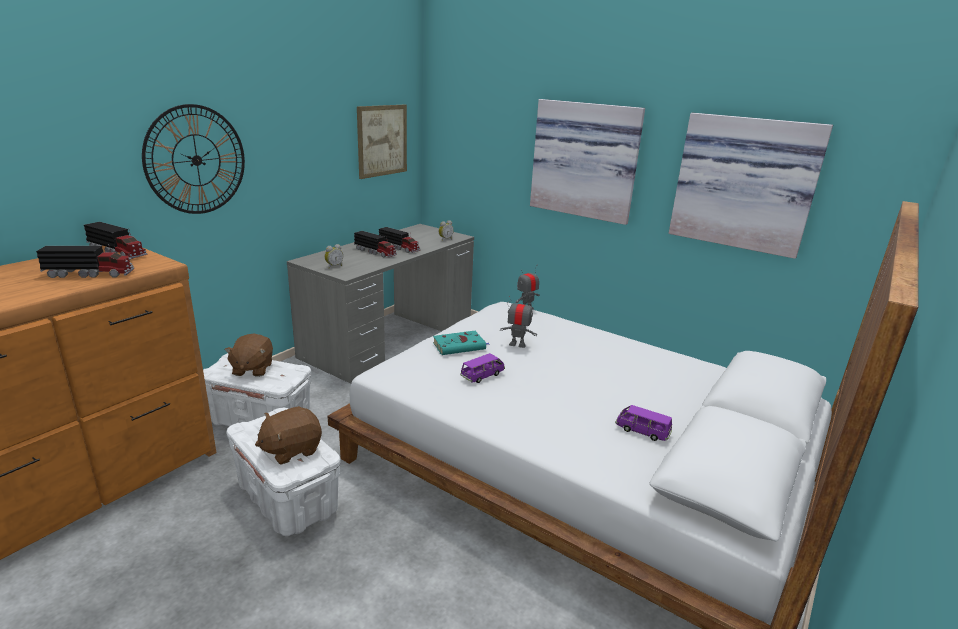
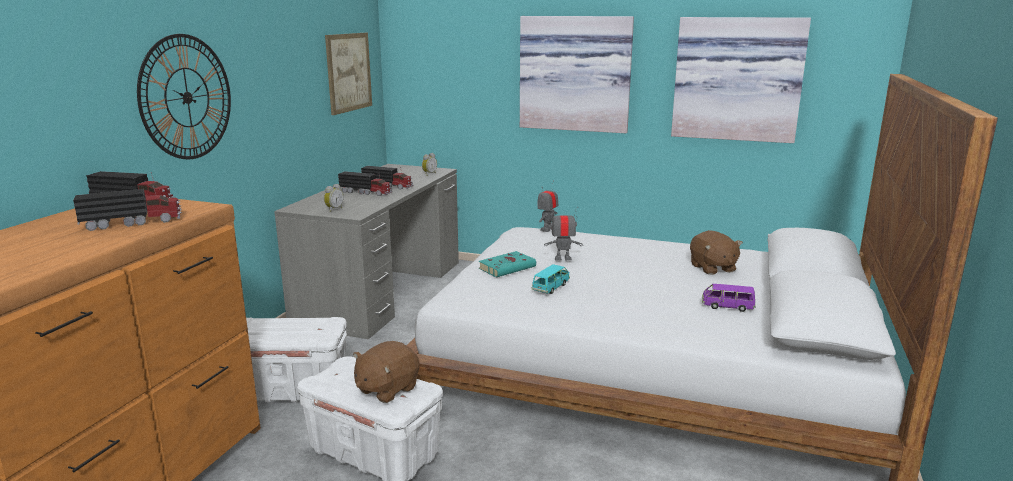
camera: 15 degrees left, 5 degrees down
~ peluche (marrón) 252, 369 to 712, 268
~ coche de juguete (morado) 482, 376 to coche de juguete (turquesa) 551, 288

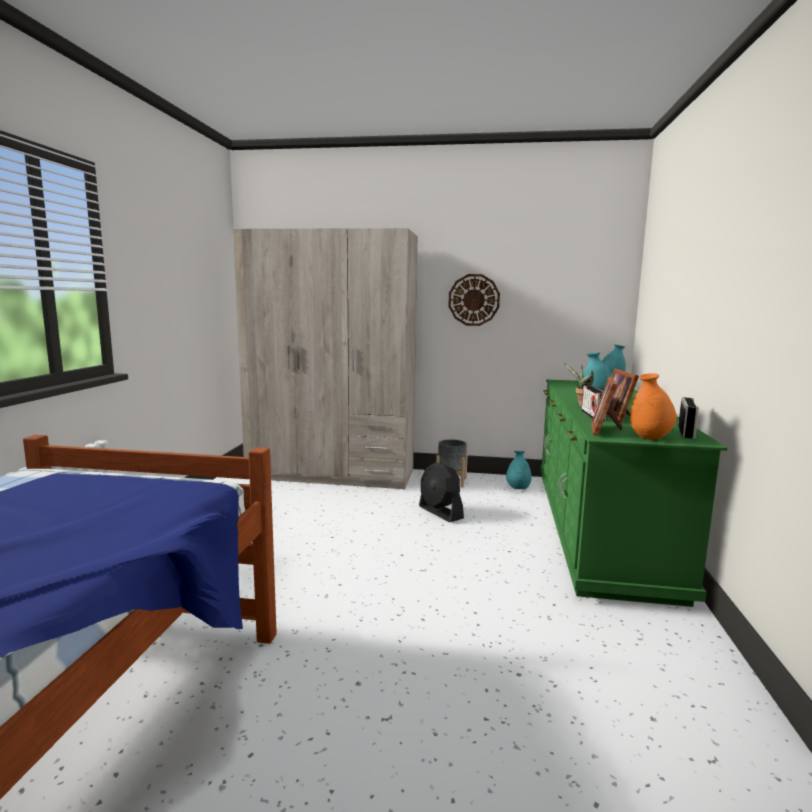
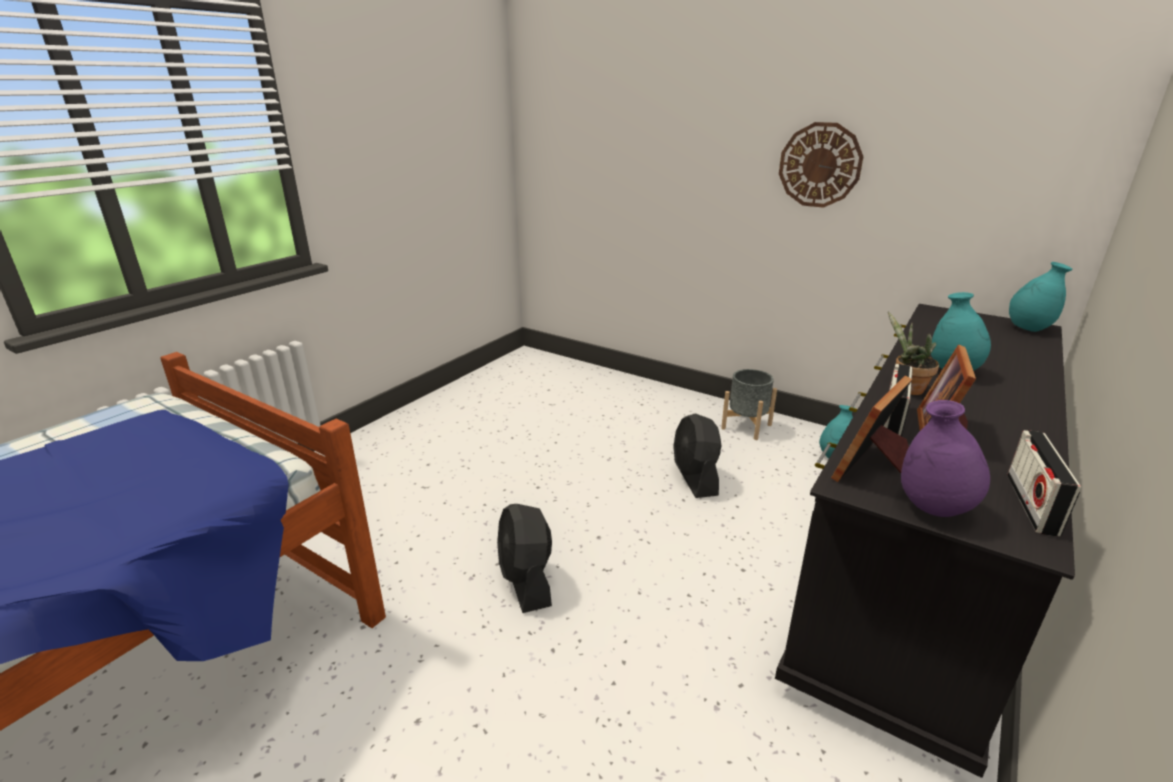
camera: 25 degrees right, 15 degrees up
- armario ropero (beis) 332, 474
~ cómoda (verde) 598, 528 to cómoda (negro) 913, 563
~ florero (naranja) 650, 438 to florero (morado) 933, 509
~ radio 686, 432 = 1031, 504 150 degrees clockwise
+ ventilador (negro) 526, 580

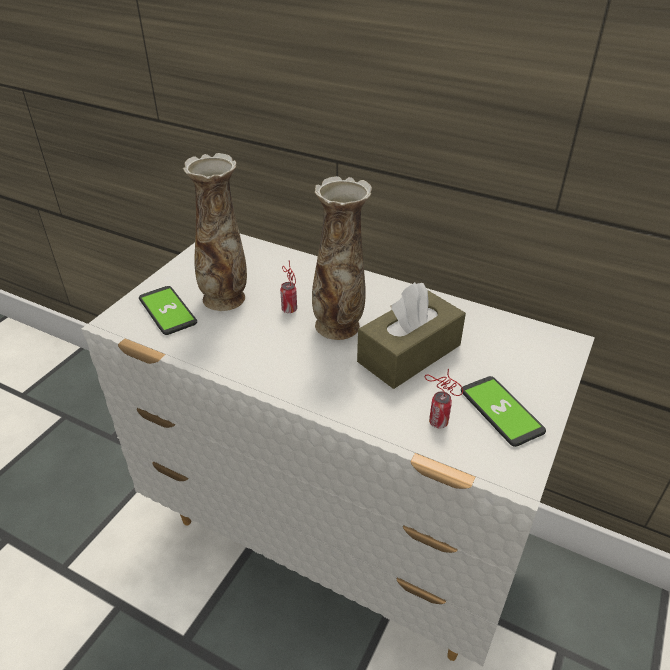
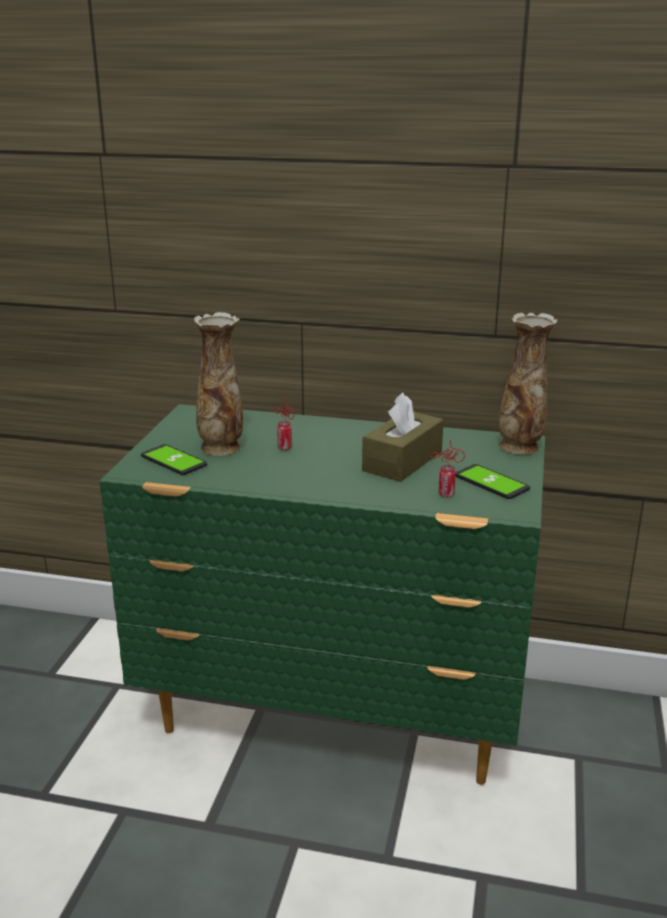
camera: 15 degrees left, 15 degrees down
~ cómoda (blanco) 337, 540 to cómoda (verde) 336, 716
~ florero 339, 326 to 520, 446

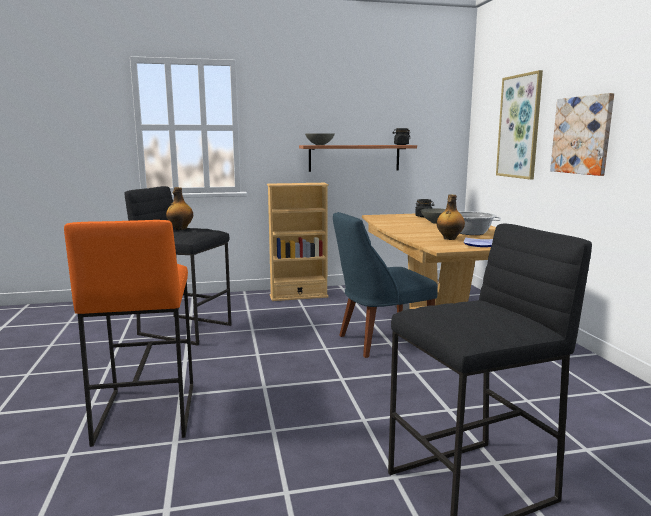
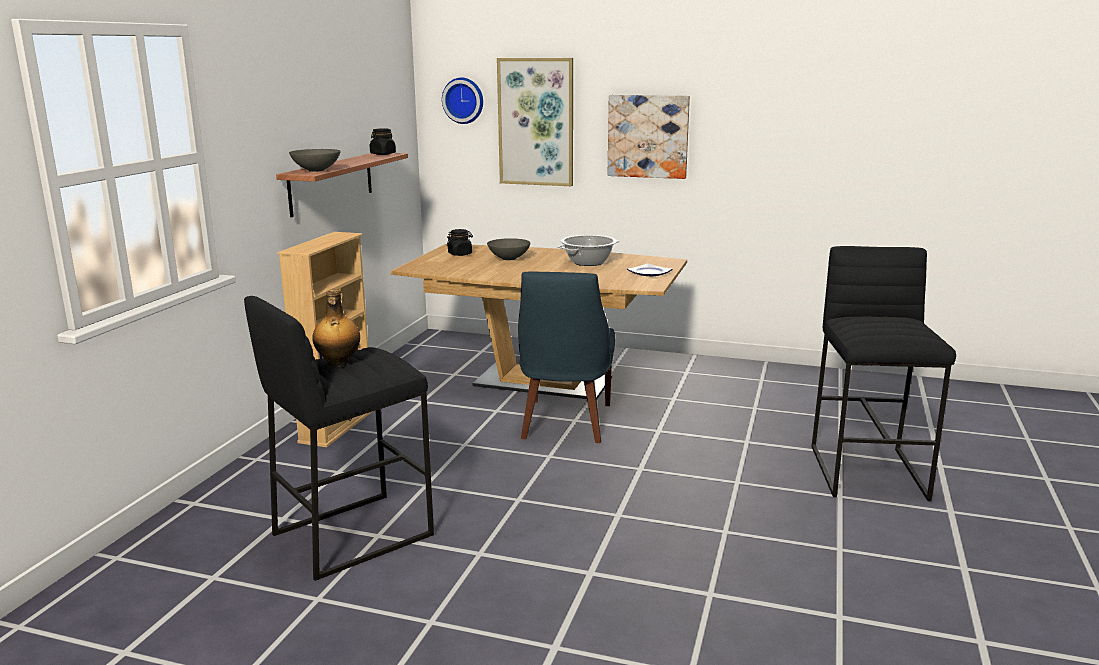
camera: 60 degrees left, 5 degrees up
- taburete (naranja) 145, 413
- botella 449, 238
+ reloj de pared 464, 100

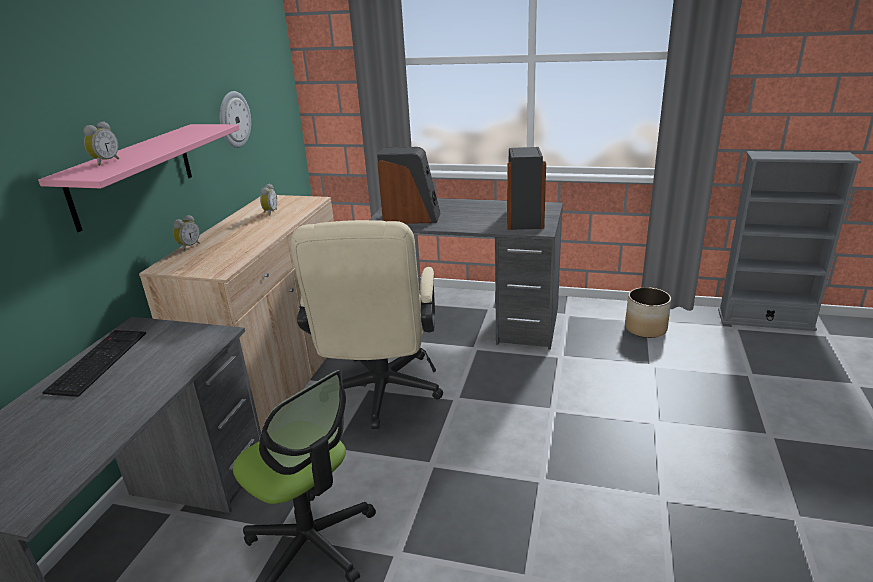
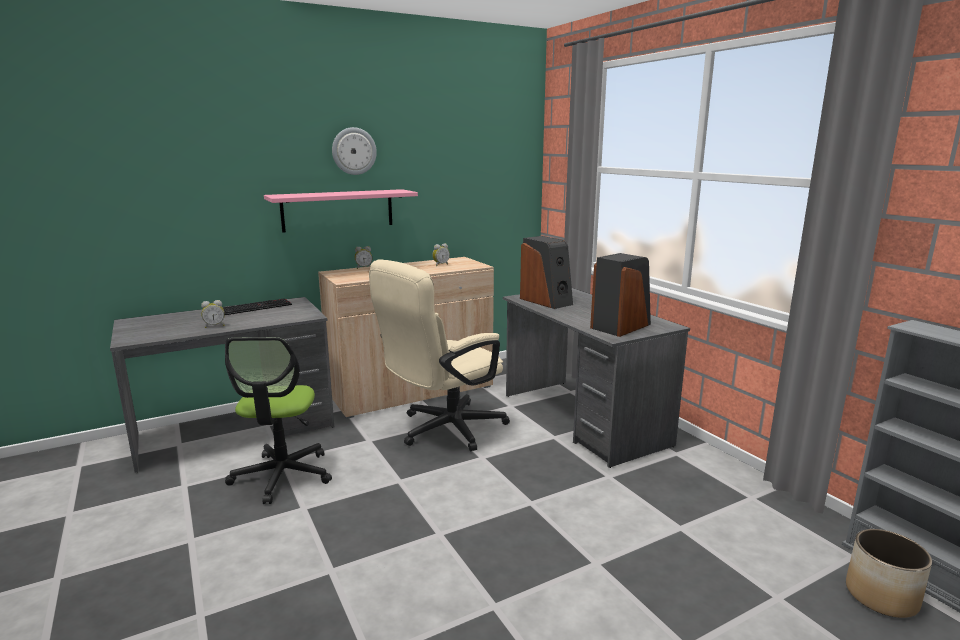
camera: 45 degrees right, 10 degrees down
~ despertador 105, 162 to 214, 326
~ reloj de pared 234, 119 to 354, 151
~ maceta 646, 328 to 882, 596

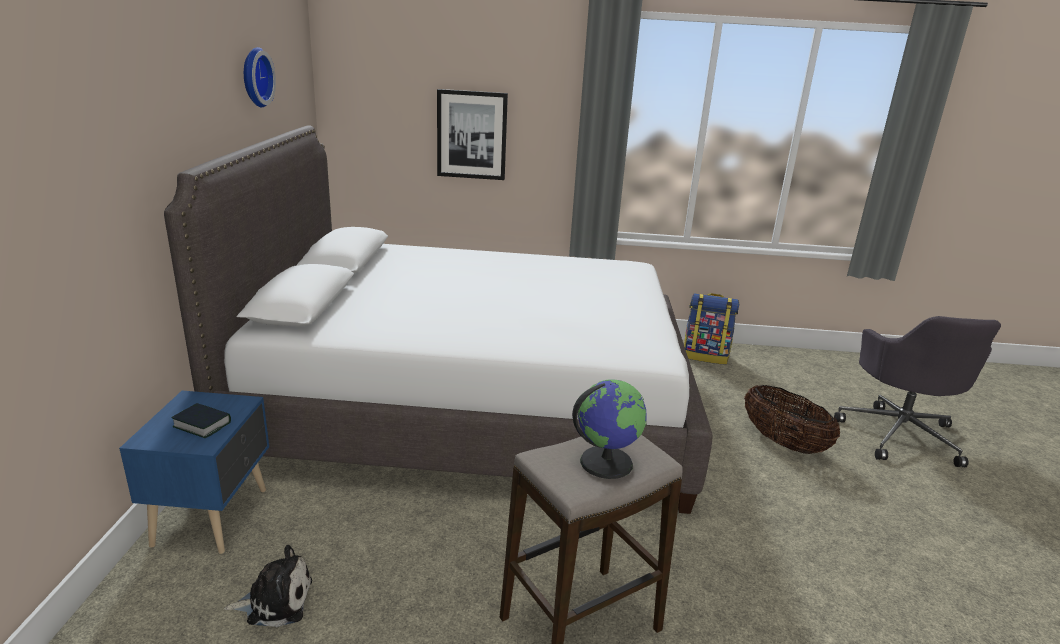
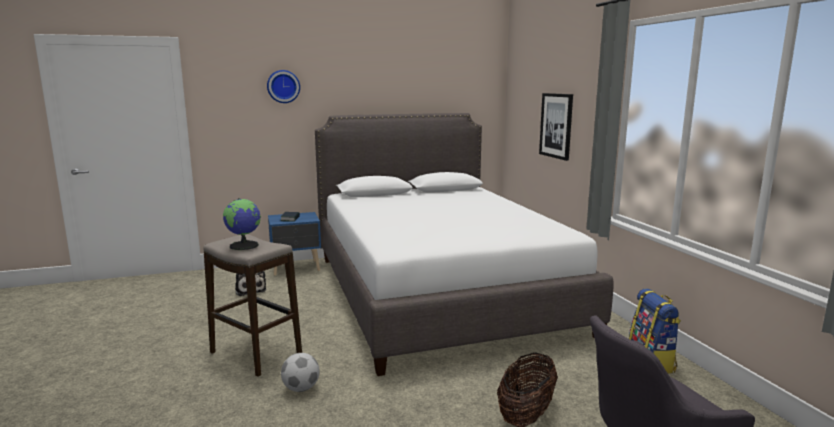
camera: 70 degrees right, 10 degrees down
~ reloj de pared 254, 77 to 283, 86
+ balón de fútbol 301, 389

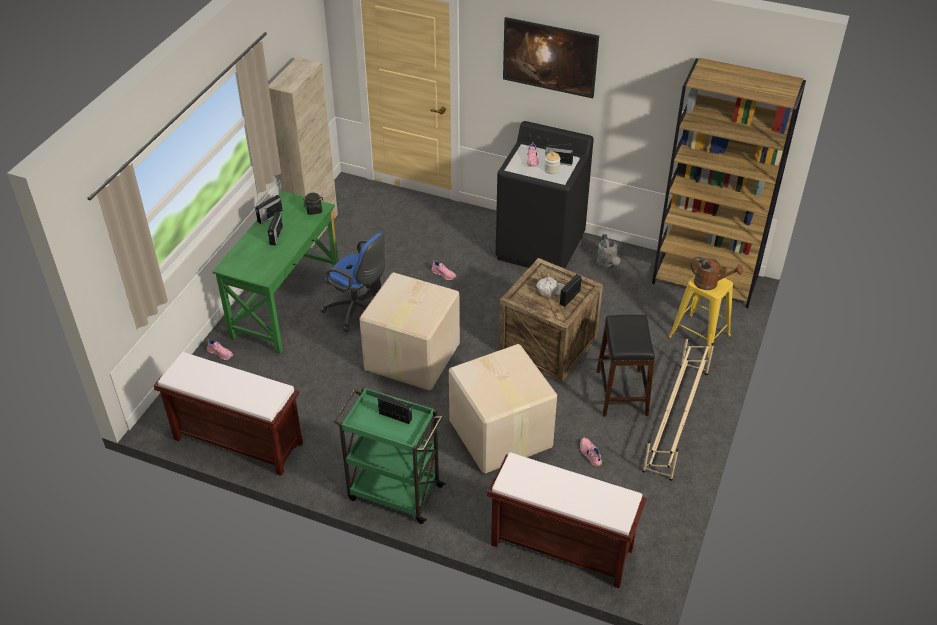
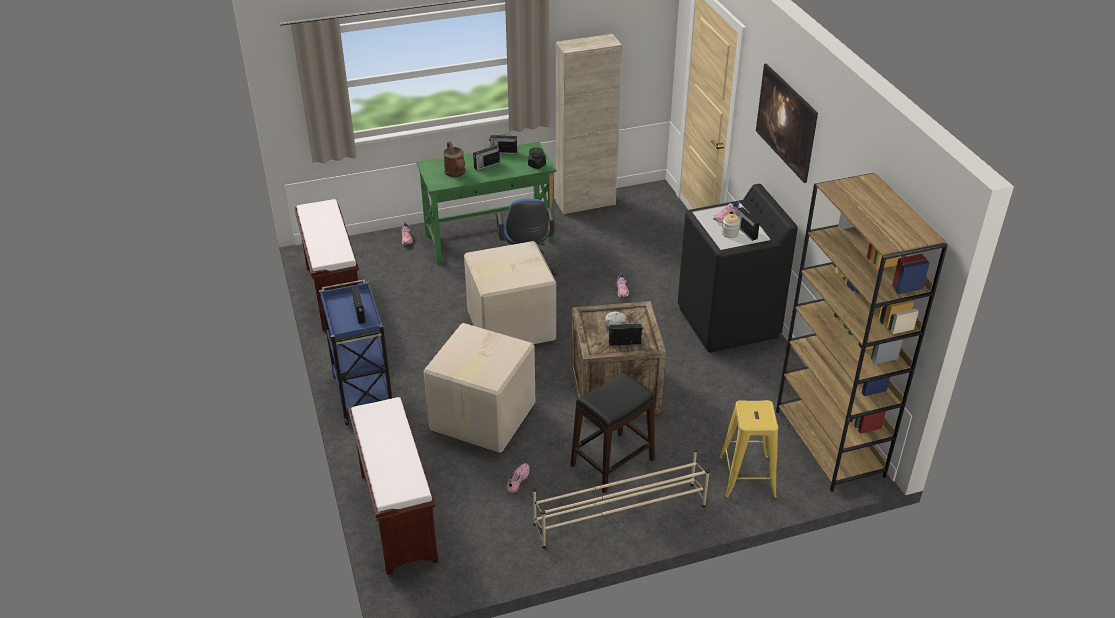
camera: 50 degrees right, 5 degrees down
~ carrito (verde) 393, 492 to carrito (azul) 362, 393
- regadera (gris) 607, 264
~ regadera (marrón) 710, 283 to 456, 173

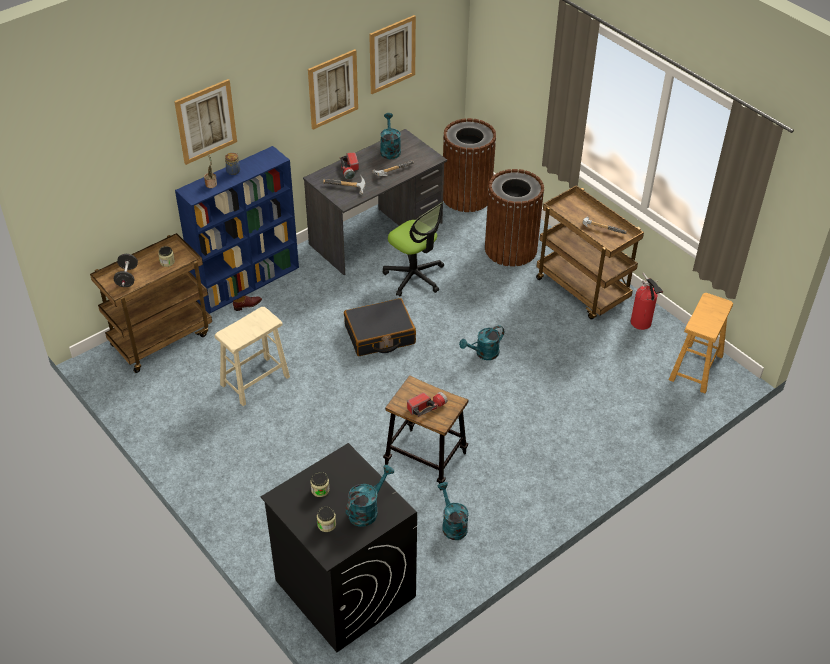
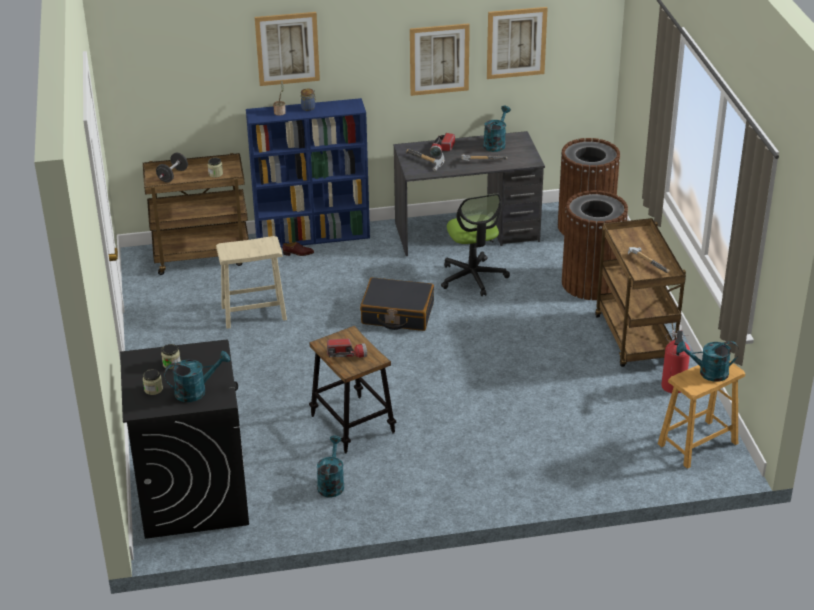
camera: 30 degrees right, 10 degrees down
~ regadera (turquesa) 483, 354 to 708, 373

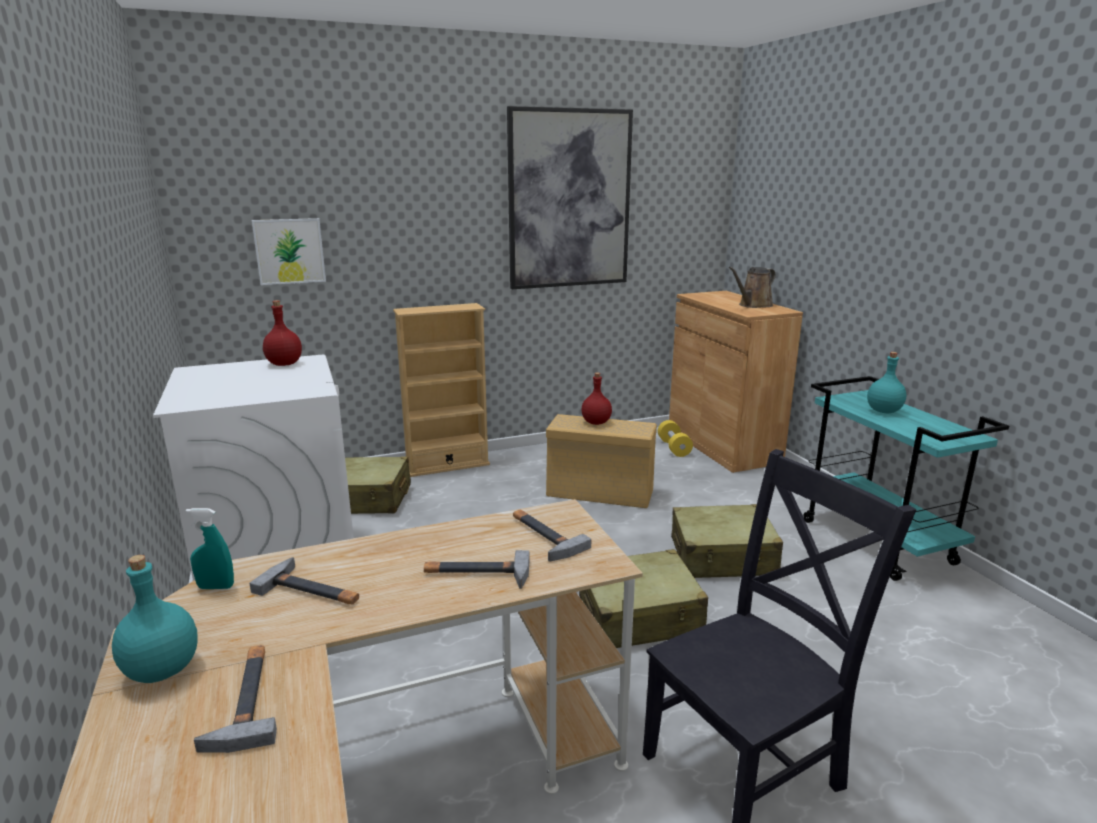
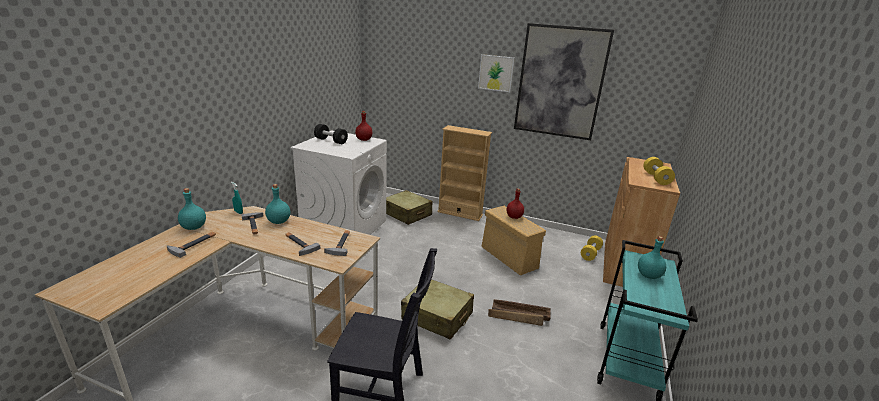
camera: 40 degrees right, 5 degrees up
~ cuadro 289, 251 to 496, 73
~ maleta (beis) 723, 557 to caja de embalaje 519, 316
~ regadera (marrón) 753, 305 to mancuerna (amarillo) 656, 178
+ botella (turquesa) 279, 221
+ mancuerna (negro) 331, 141

